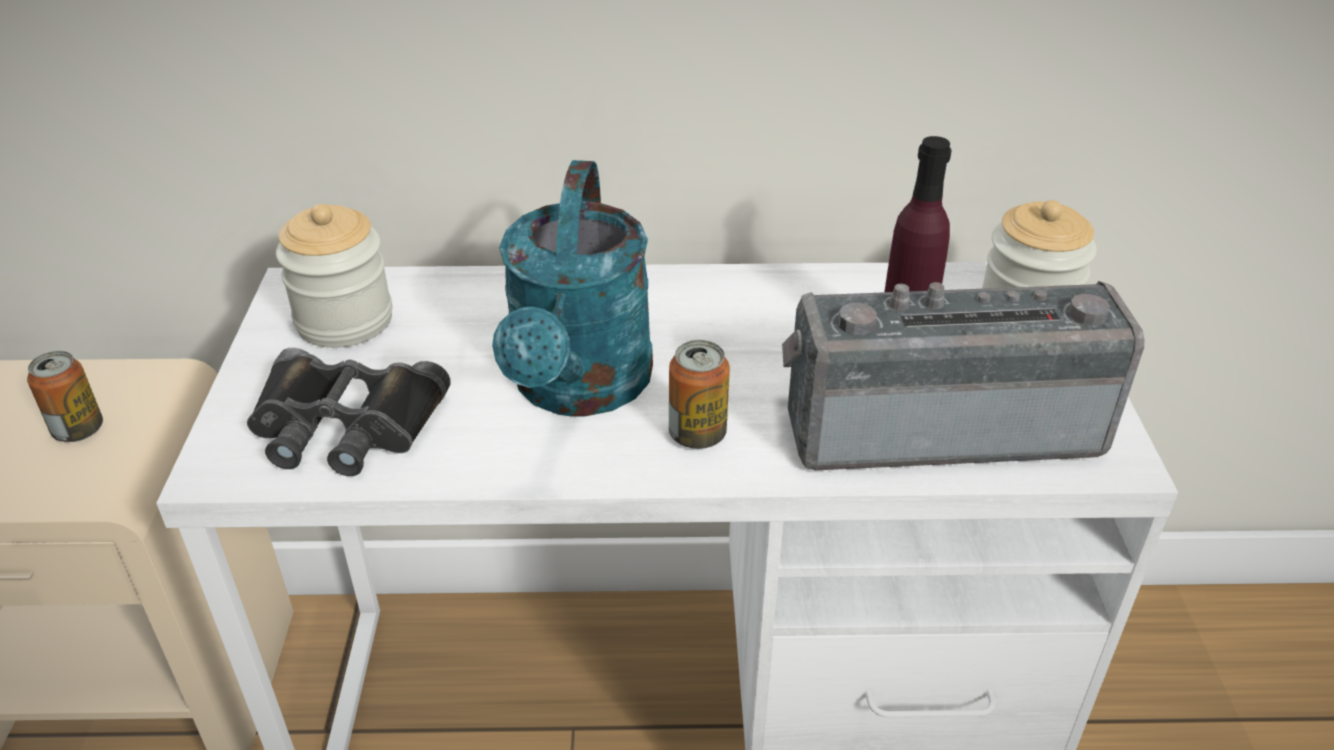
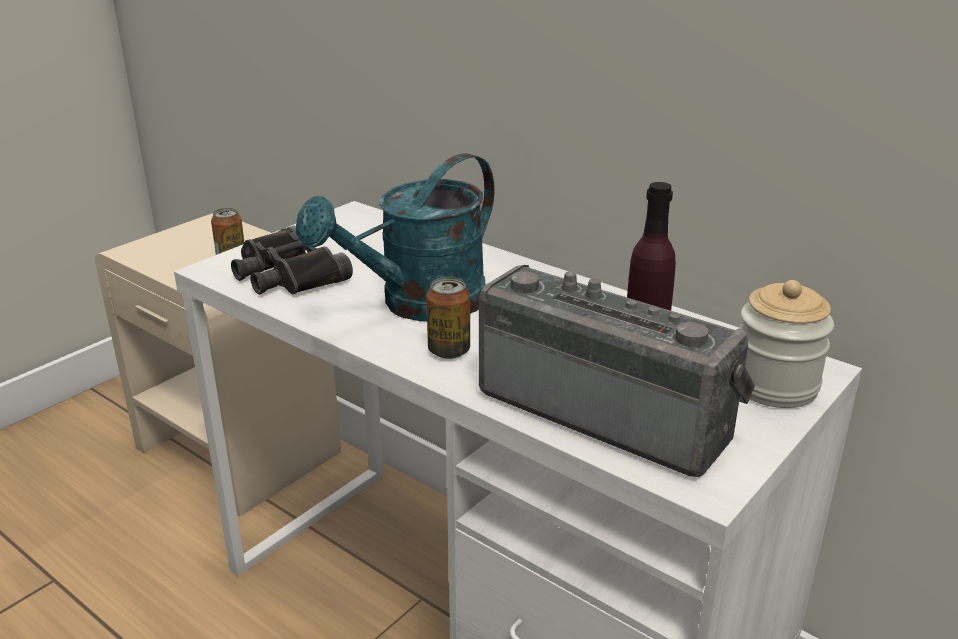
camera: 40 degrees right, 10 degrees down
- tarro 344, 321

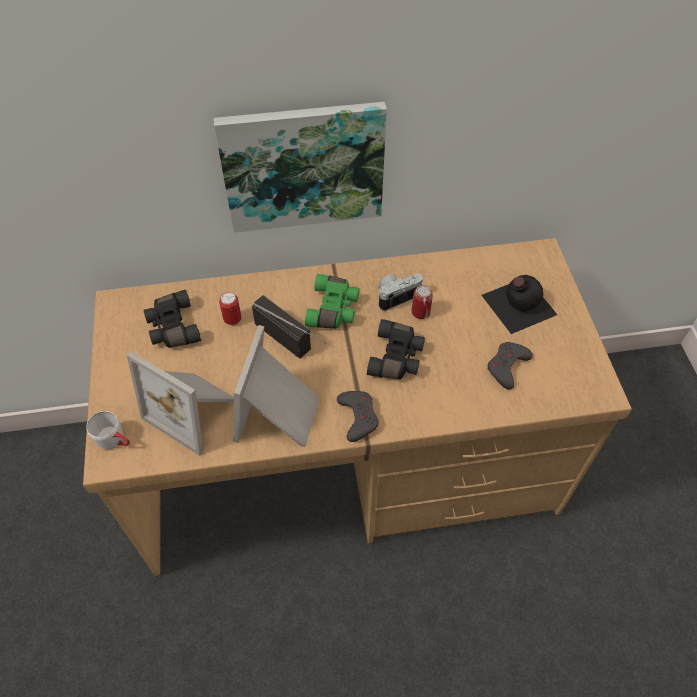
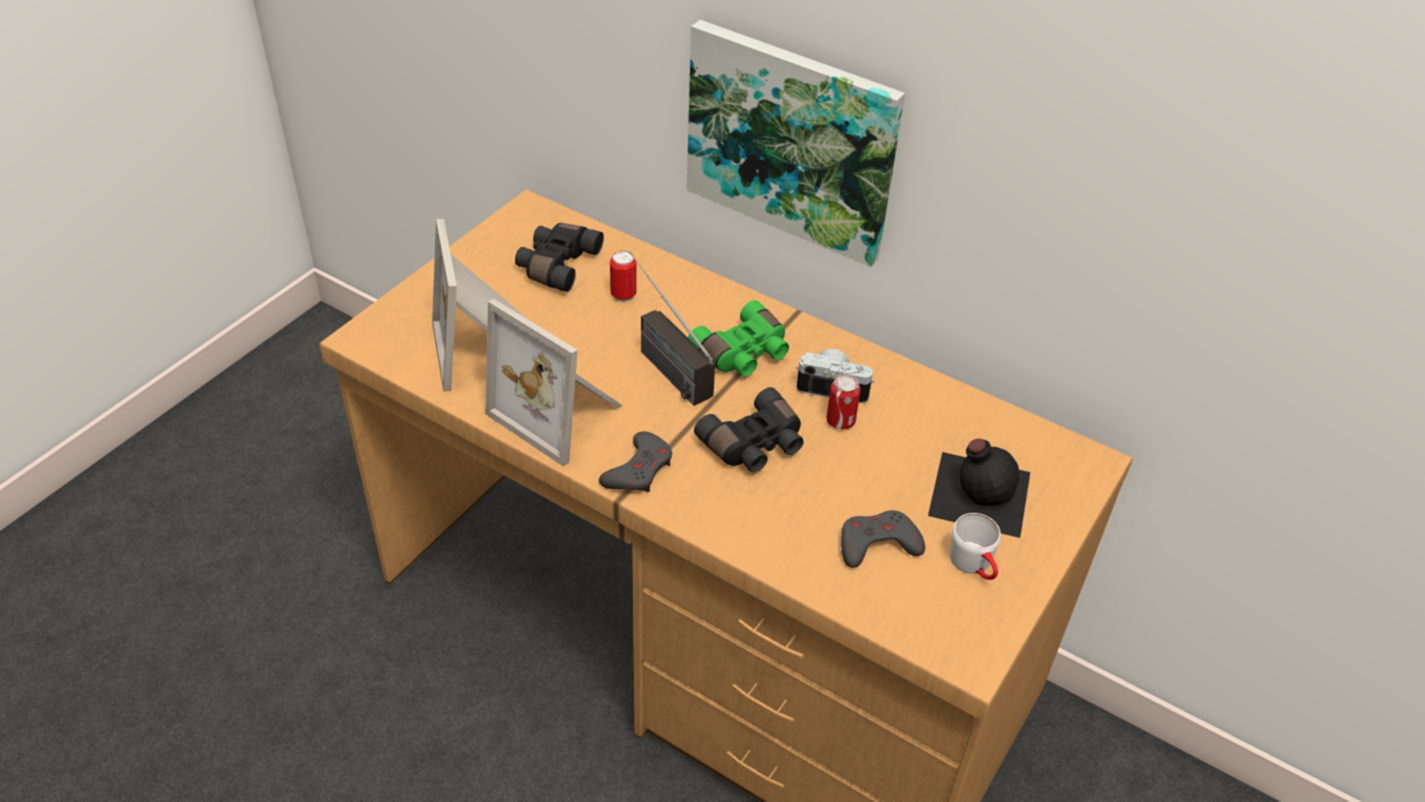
camera: 40 degrees right, 10 degrees down
~ taza grande (blanco) 115, 440 to 975, 566
~ portarretratos 279, 416 = 561, 412 105 degrees counterclockwise
~ radio 296, 345 = 659, 360 150 degrees clockwise

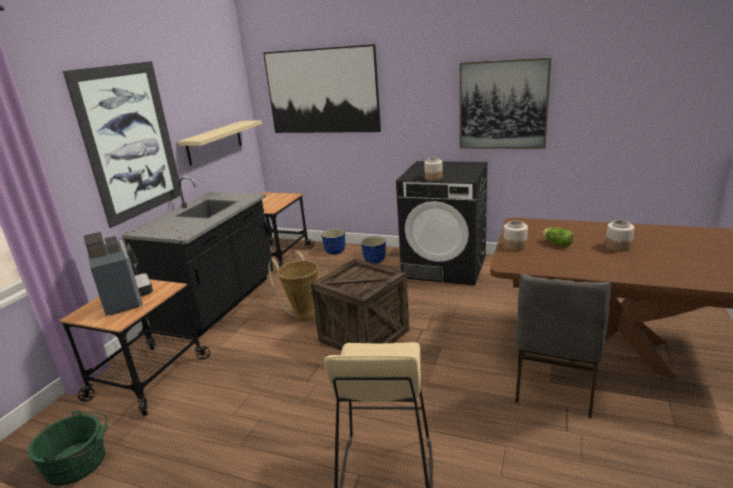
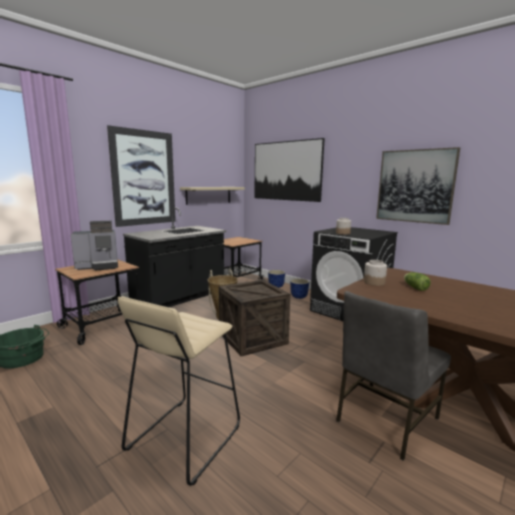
camera: 20 degrees right, 10 degrees down
~ cafetera 126, 298 = 99, 266 75 degrees clockwise
- tarro 618, 246

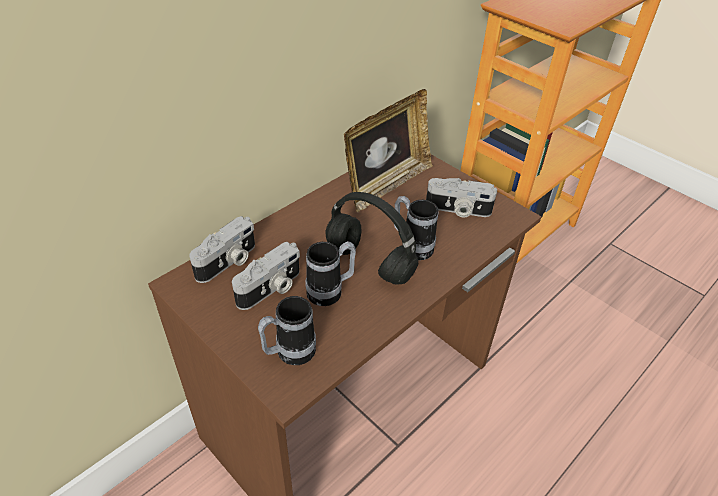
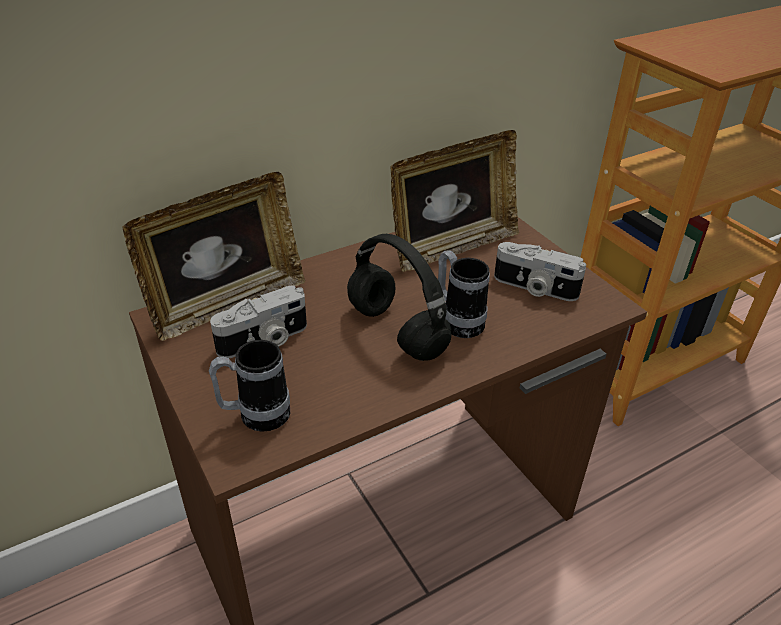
camera: 15 degrees right, 5 degrees down
~ cámara 228, 262 to portarretratos 227, 304
- taza grande 331, 292

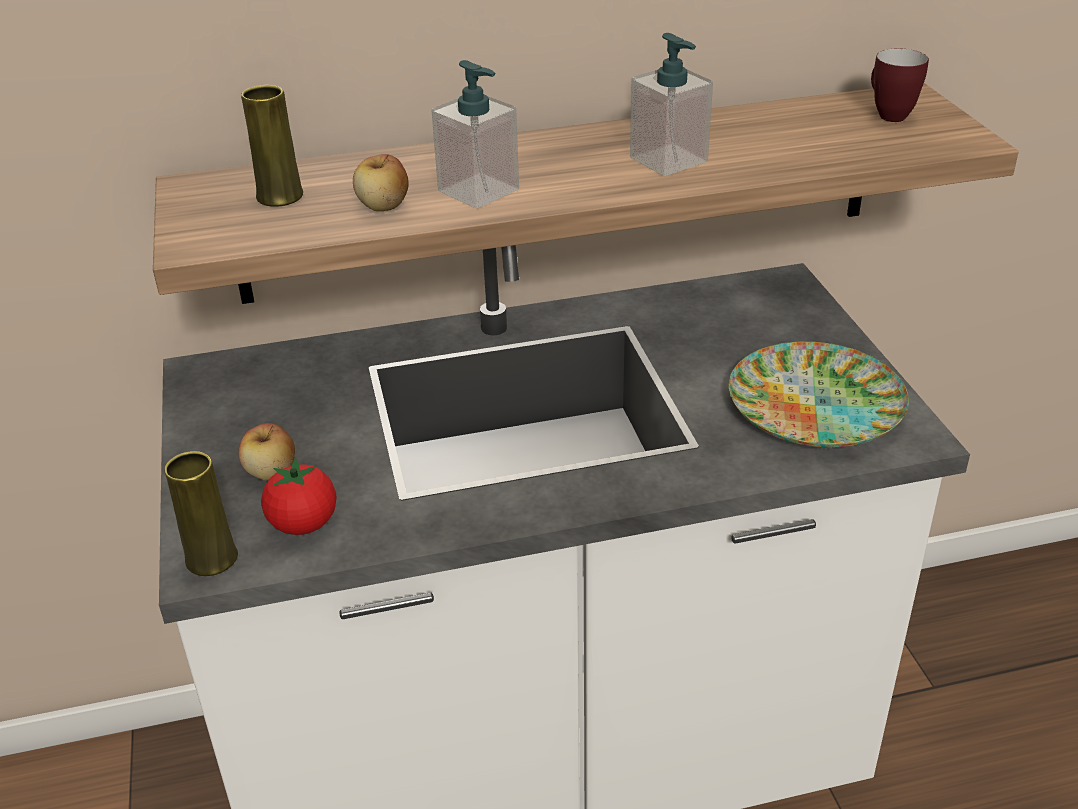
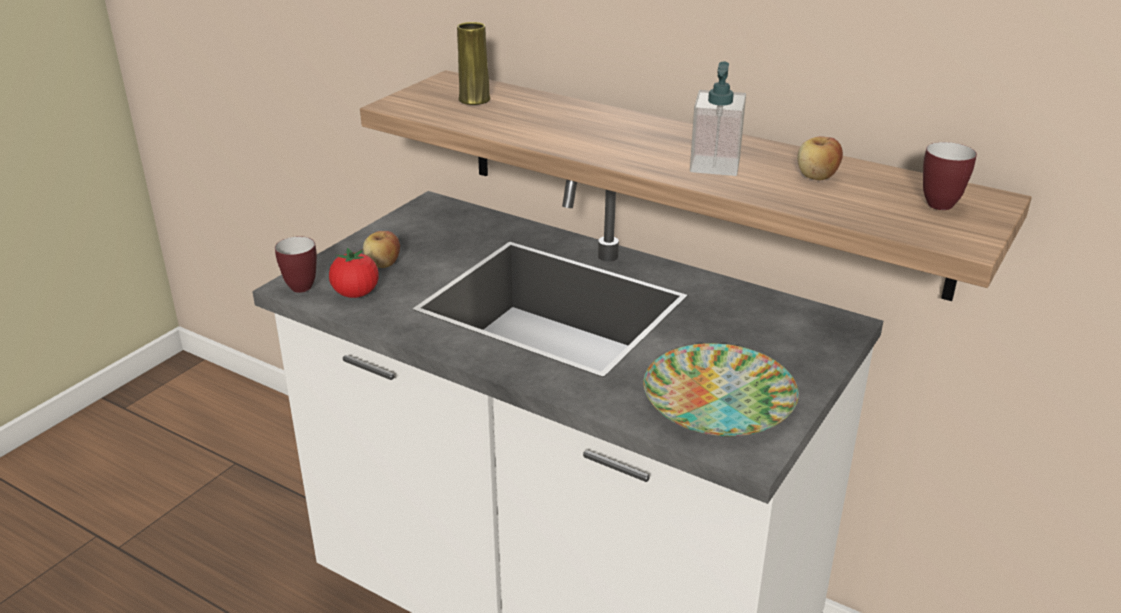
camera: 45 degrees right, 5 degrees down
~ florero (amarillo) 212, 558 to taza grande 299, 285
~ manzana 384, 206 to 817, 177
- dispensador de jabón 479, 190

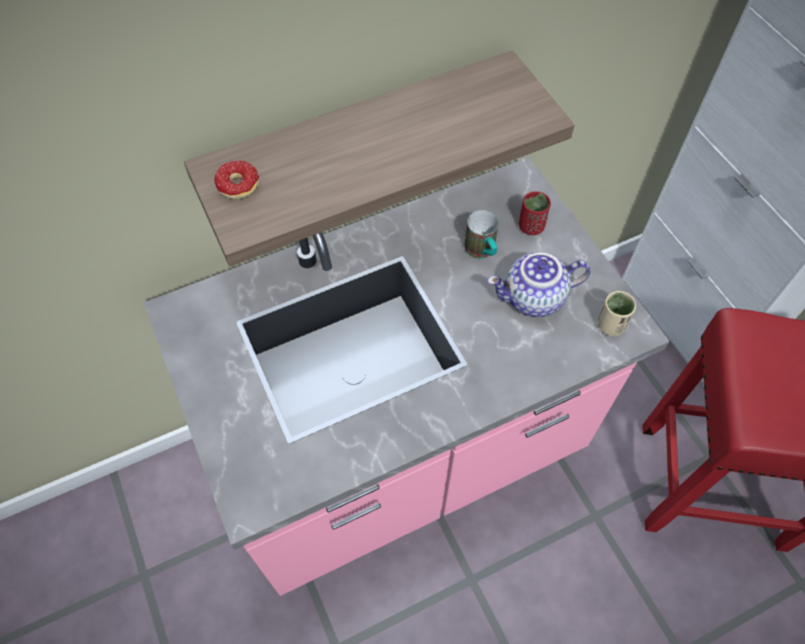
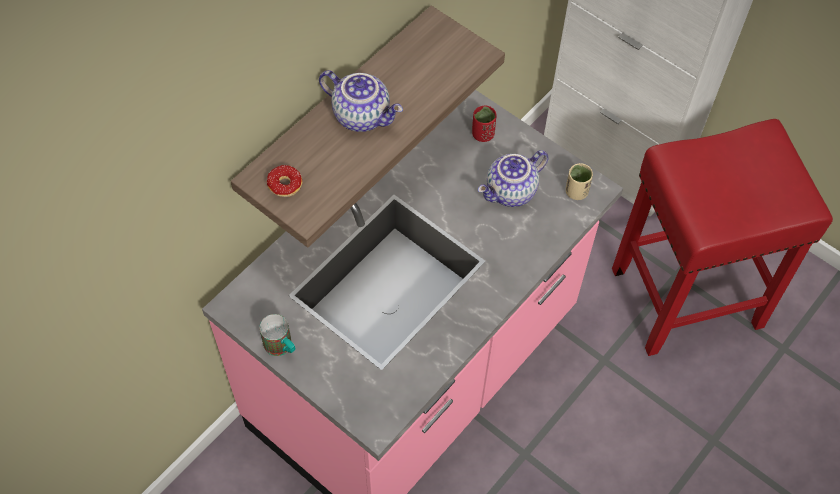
camera: 25 degrees left, 0 degrees up
~ taza grande 482, 252 to 282, 347
+ tetera 362, 115

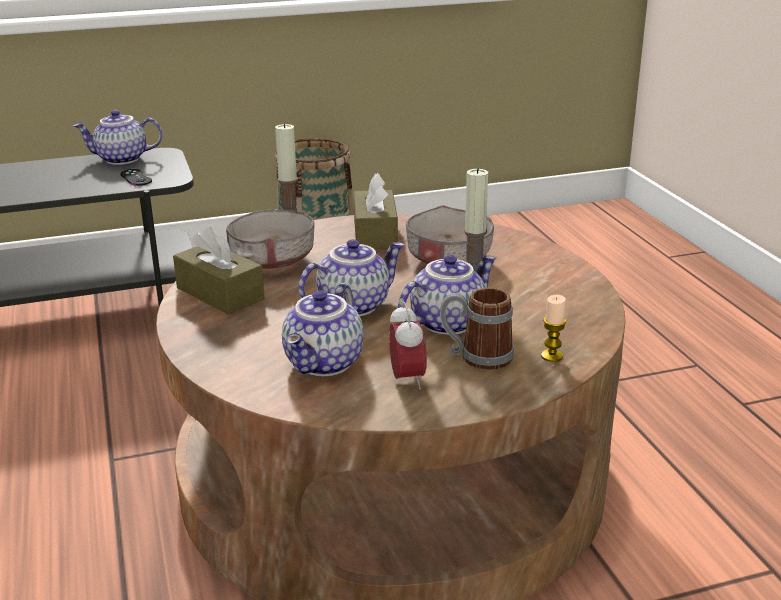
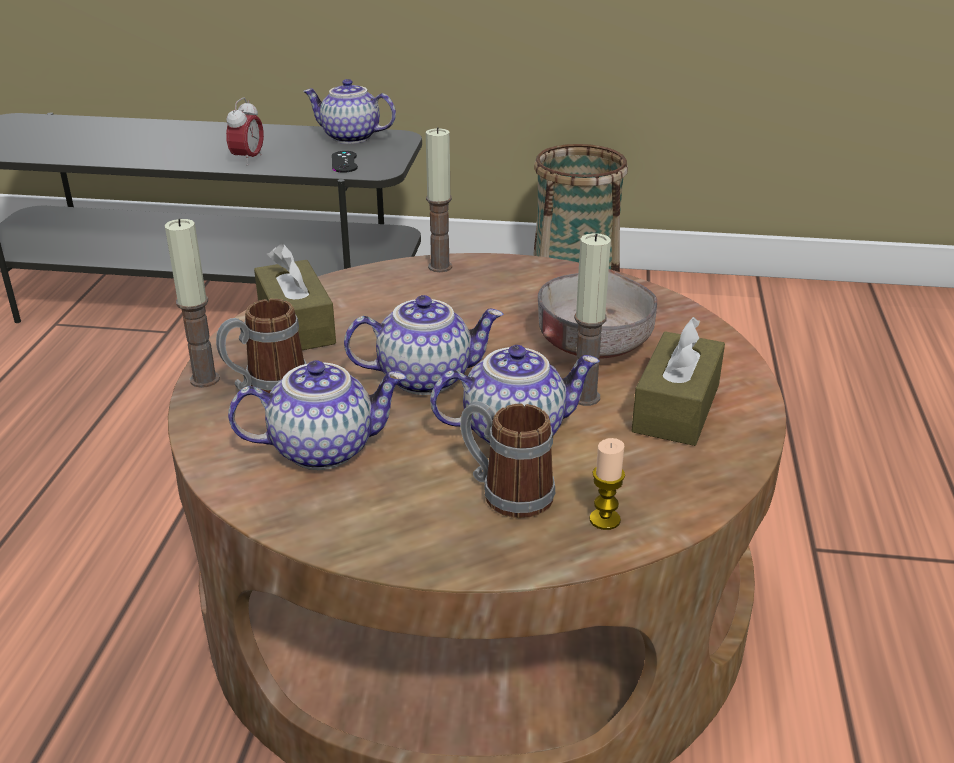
camera: 25 degrees right, 5 degrees up
- cuenco (gris) 273, 261
~ tetera 325, 363 = 323, 448 150 degrees counterclockwise
~ caja de pañuelos (marrón) 375, 234 to 676, 408
~ despertador 407, 379 to 248, 159
+ vela 204, 379
+ taza grande 266, 384

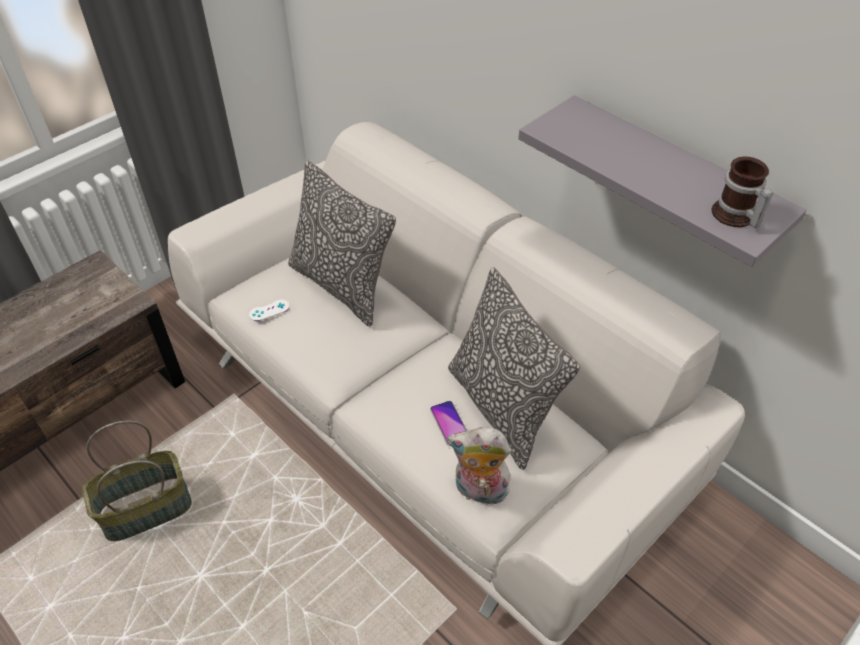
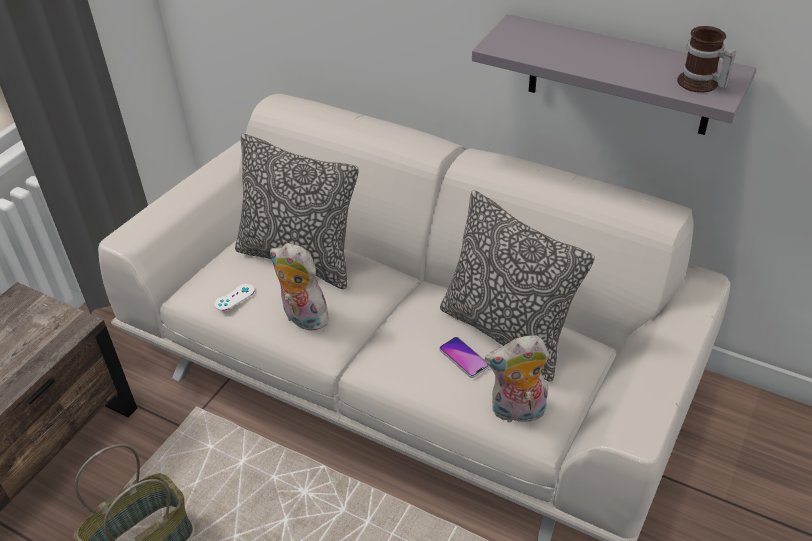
camera: 15 degrees left, 5 degrees down
+ peluche 302, 318

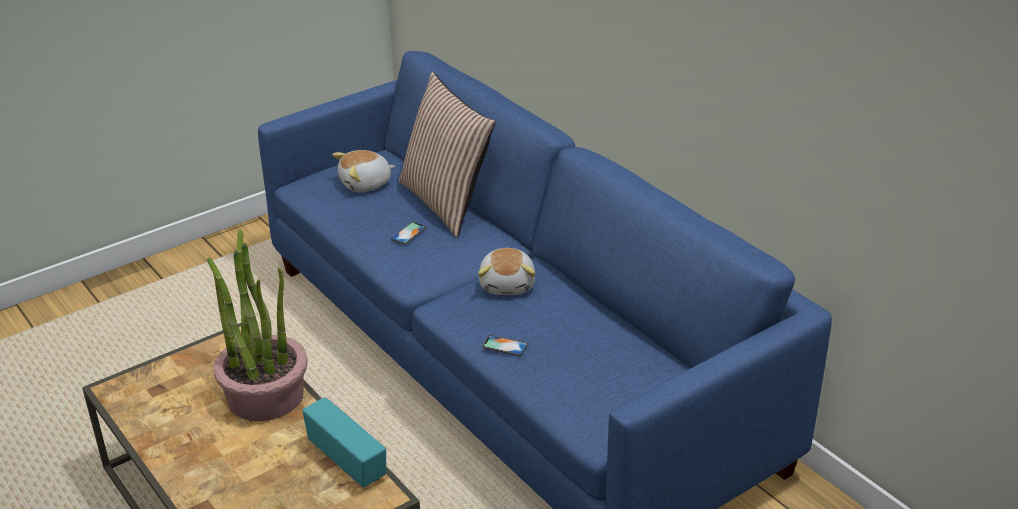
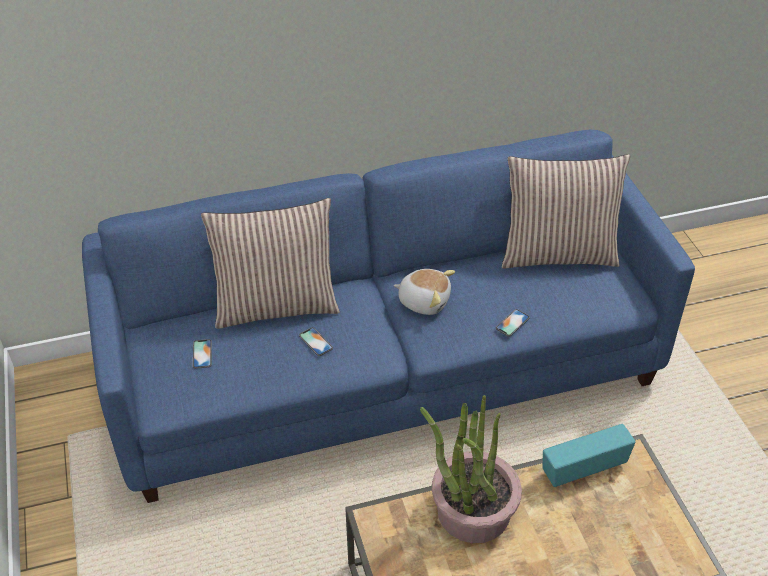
camera: 70 degrees left, 10 degrees up
~ peluche 366, 184 to móvil 202, 354
+ cojín 558, 253

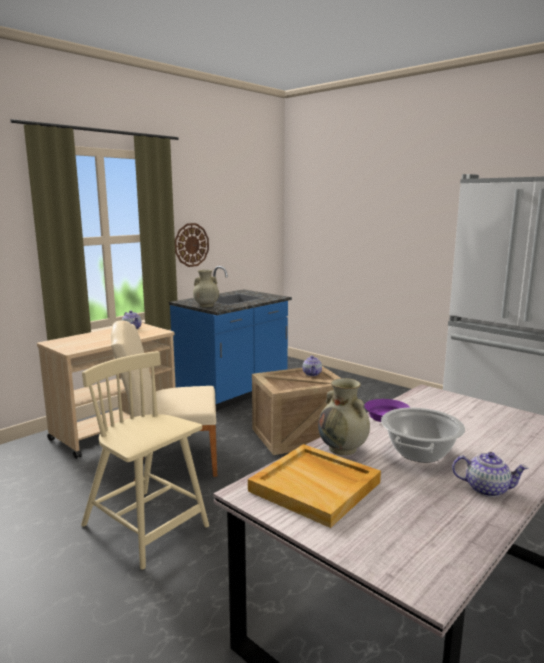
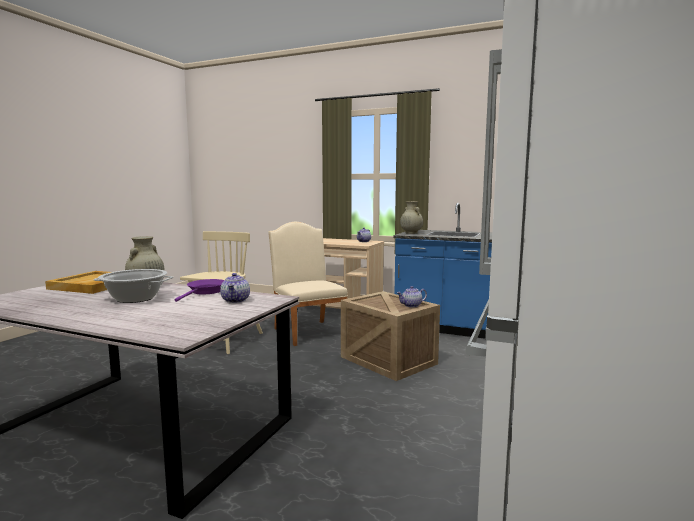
camera: 70 degrees right, 5 degrees down
- reloj de pared 191, 245
~ tetera 487, 489 to 236, 300

